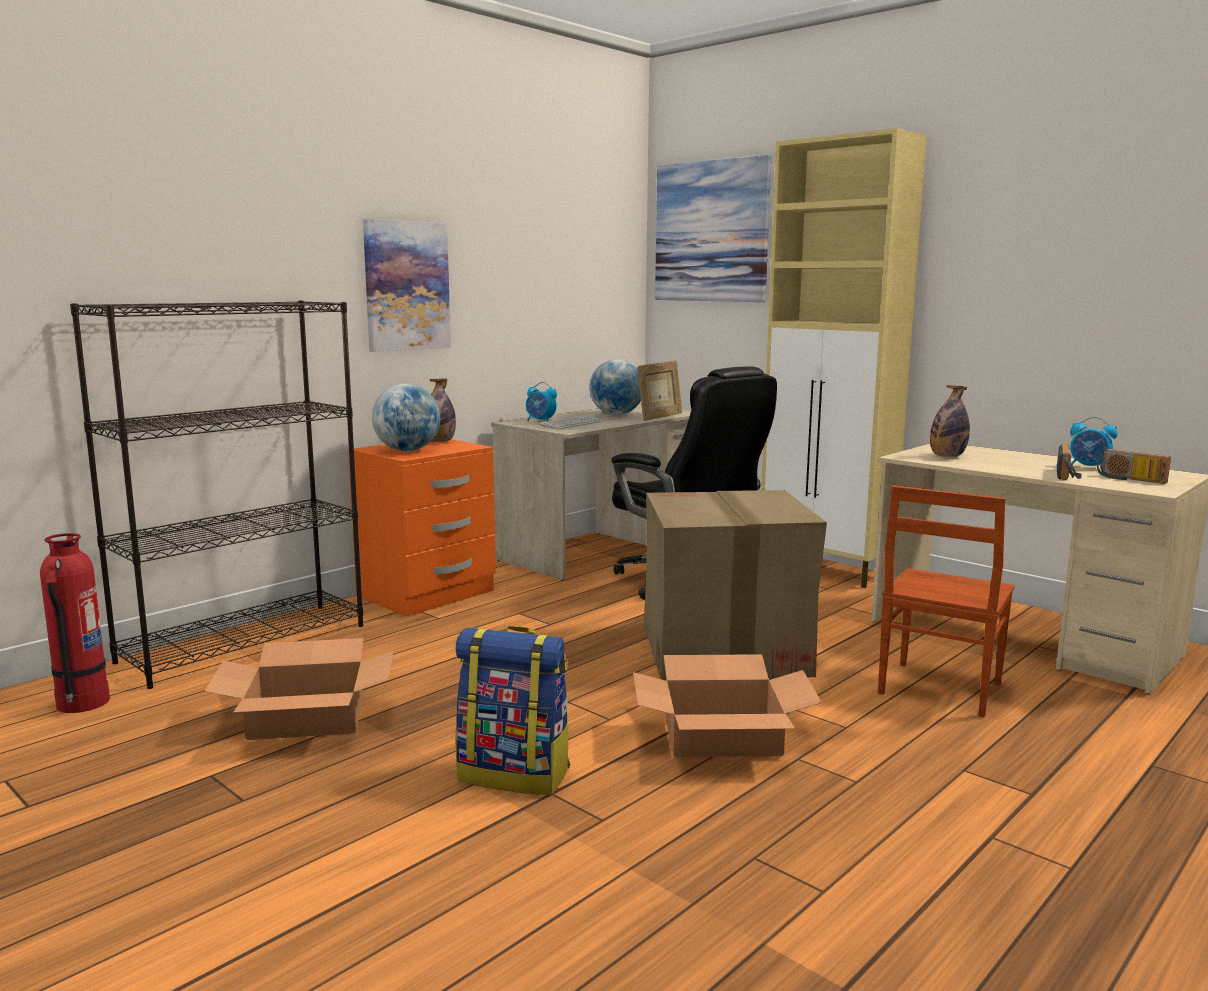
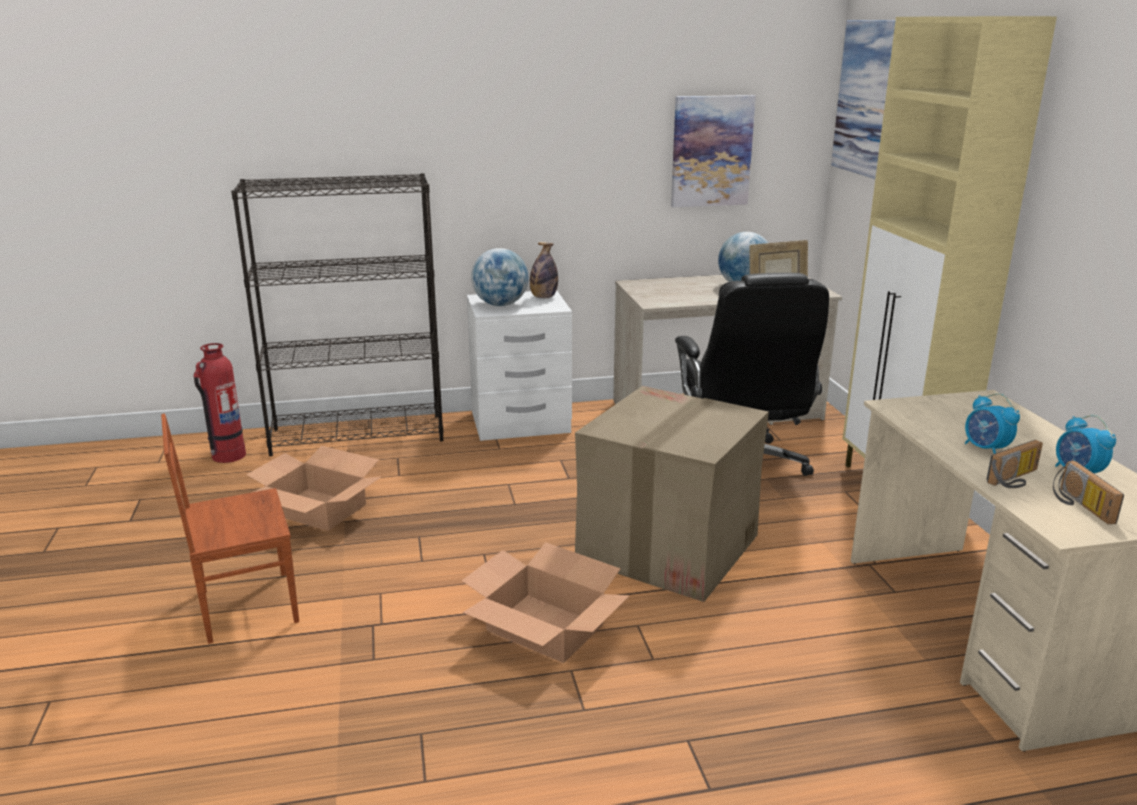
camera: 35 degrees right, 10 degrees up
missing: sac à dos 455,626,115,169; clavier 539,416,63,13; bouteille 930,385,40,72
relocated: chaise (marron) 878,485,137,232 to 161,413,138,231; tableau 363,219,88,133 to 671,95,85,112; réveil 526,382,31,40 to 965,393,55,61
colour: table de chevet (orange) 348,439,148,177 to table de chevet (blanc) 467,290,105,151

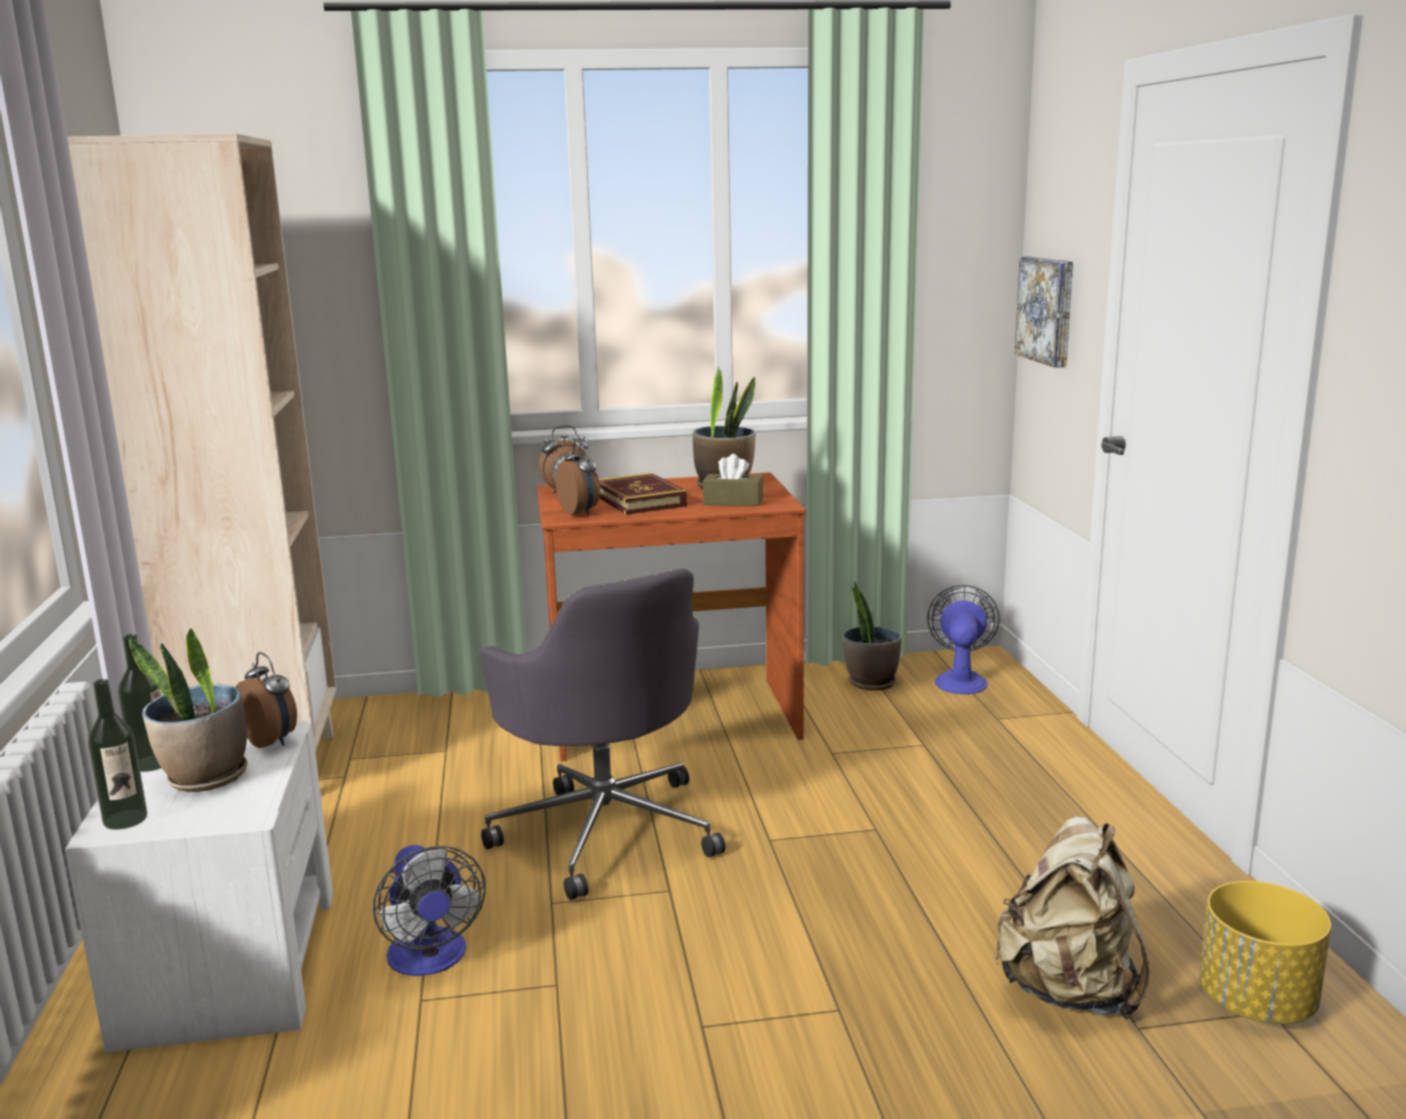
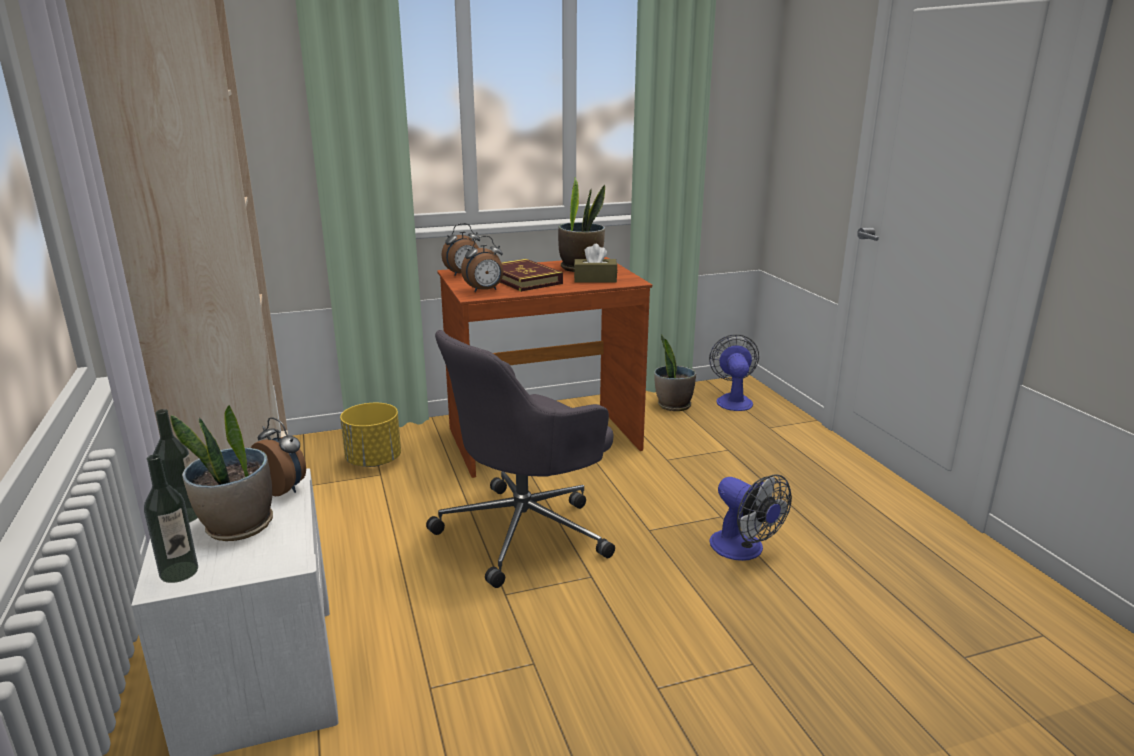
camera: 10 degrees left, 5 degrees up
missing: sac à dos (beige) 994,817,156,202; tableau 1015,256,58,112
relocated: cache-pot (jaune) 1199,881,132,143 to 340,403,61,64; ventilateur 373,845,113,131 to 709,474,83,87
spun: chaise de bureau (gris) 478,568,248,332 = 426,330,189,258 90 degrees clockwise; réveil 555,441,45,75 = 461,236,42,56 105 degrees clockwise

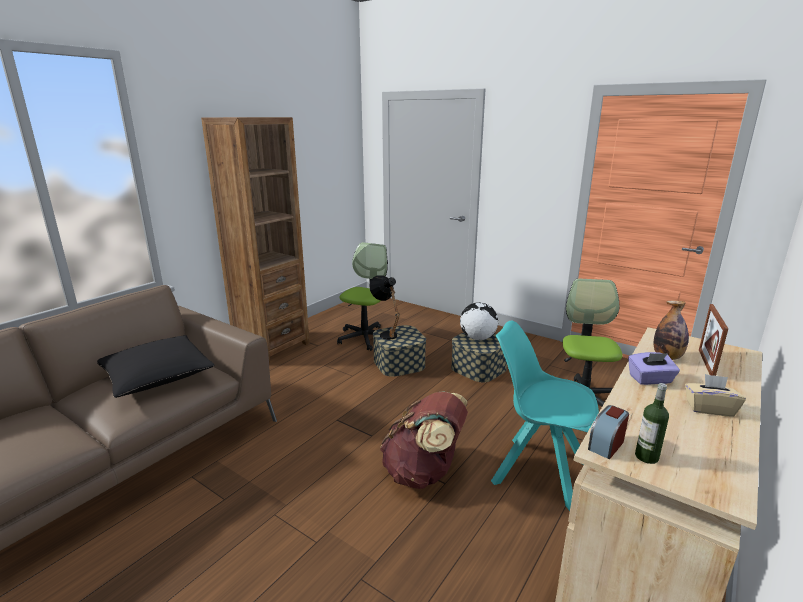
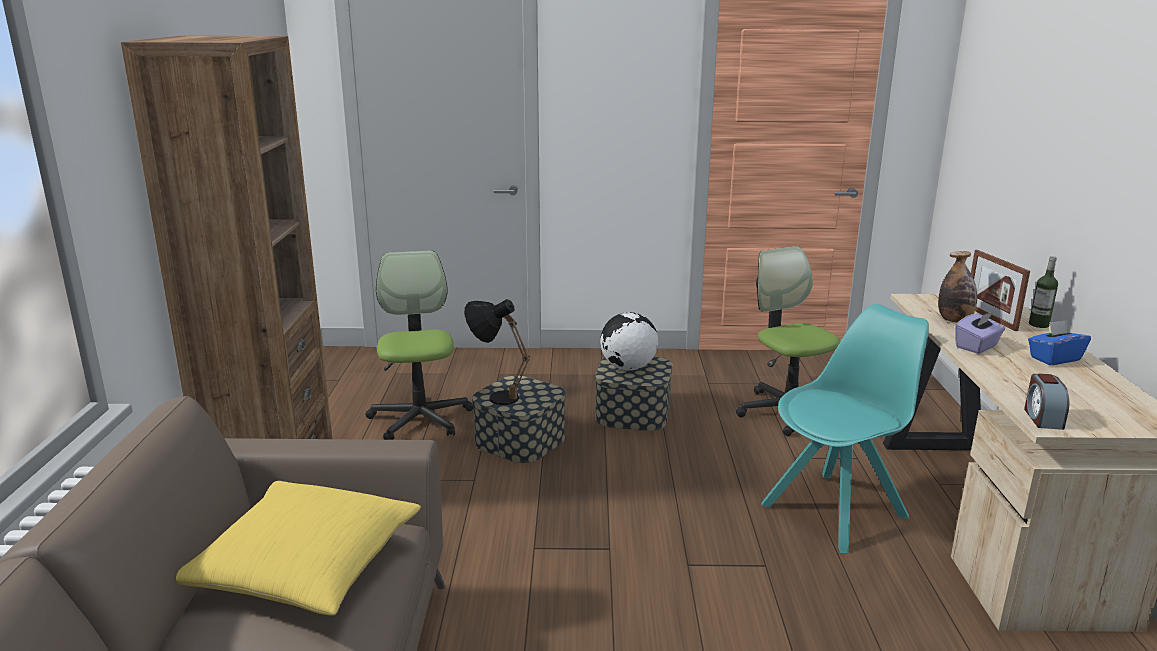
camera: 35 degrees left, 0 degrees up
missing: sac à dos (marron) 380,391,88,98
relocated: bouteille 635,383,34,81 to 1029,256,29,72
colour: coussin (noir) 97,335,118,63 to coussin (jaune) 176,481,245,135; boîte à mouchoirs (beige) 685,374,61,43 to boîte à mouchoirs (bleu) 1028,320,63,45
spun: chaise (turquoise) 491,321,108,190 = 761,304,168,249 150 degrees clockwise

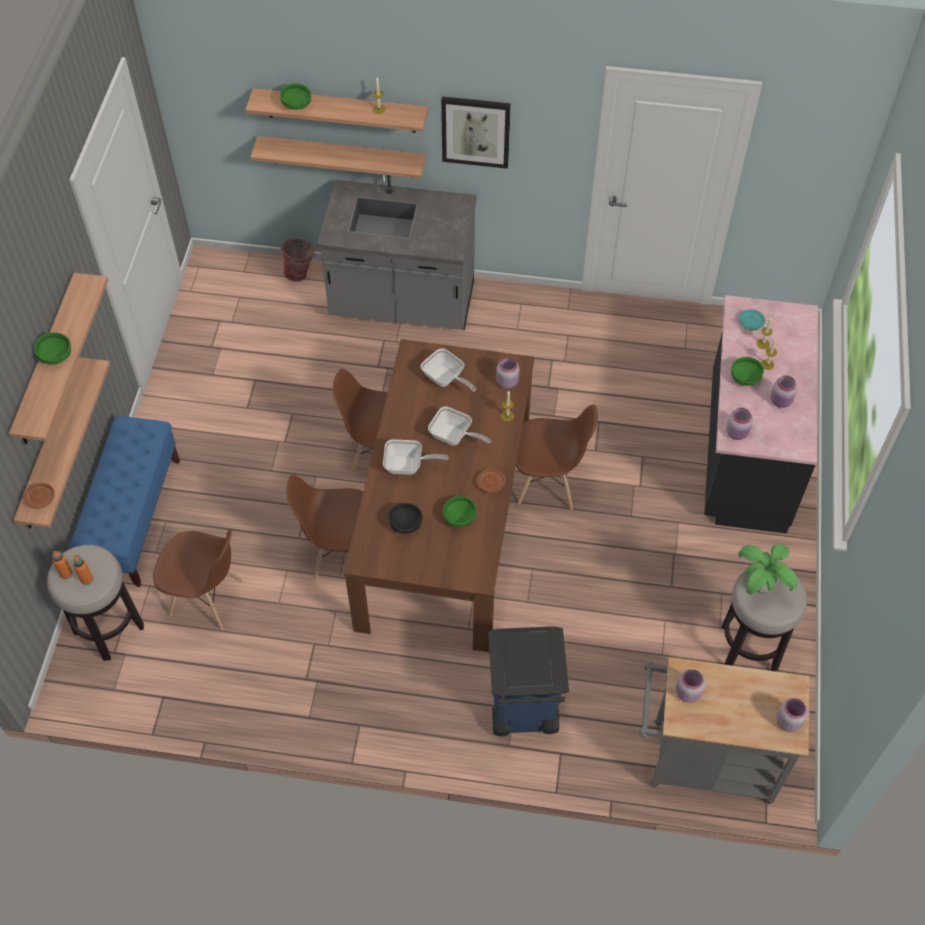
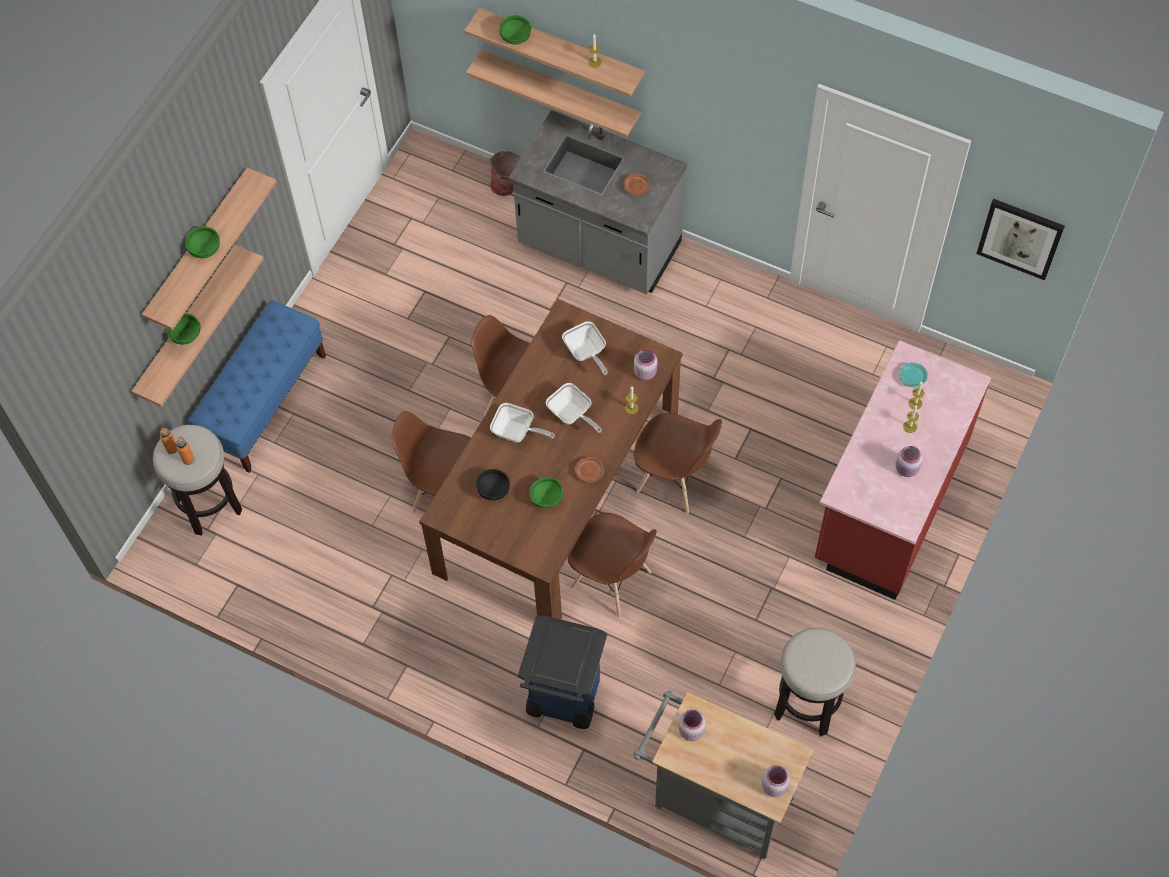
camera: 20 degrees right, 5 degrees up
missing: bocal (rose) 726,408,27,32; plante en pot 738,544,59,51
relocated: bol (vert) 731,357,33,29 to 167,313,34,32; chaise (marron) 153,529,90,102 to 568,513,89,104; assiette (marron) 23,483,32,26 to 624,174,26,22; tableau 441,96,70,73 to 976,199,89,81
colour: comptoir de cuisine (noir) 704,295,114,239 to comptoir de cuisine (rouge) 815,340,176,260

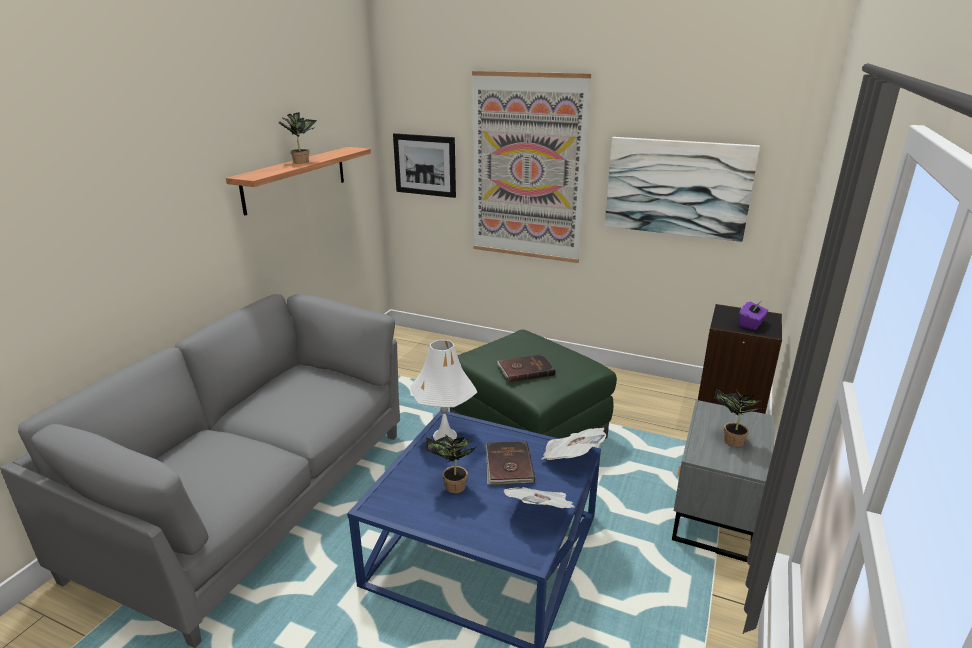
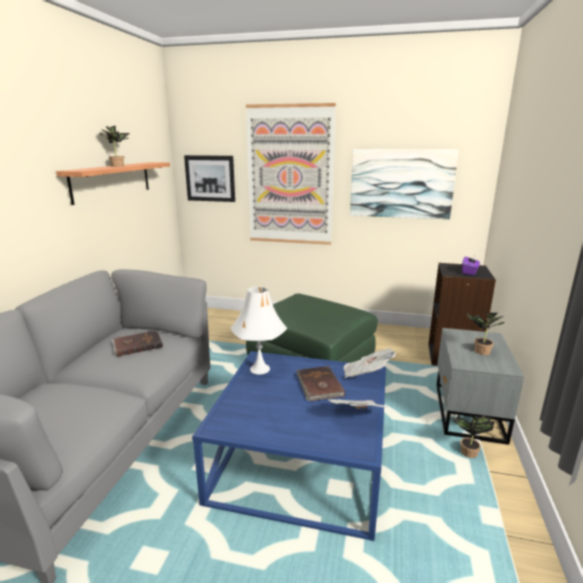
camera: 10 degrees left, 5 degrees down
relocated: livre (marron) 497,354,58,28 to 112,330,51,26; plante en pot 426,435,51,58 to 452,415,42,43

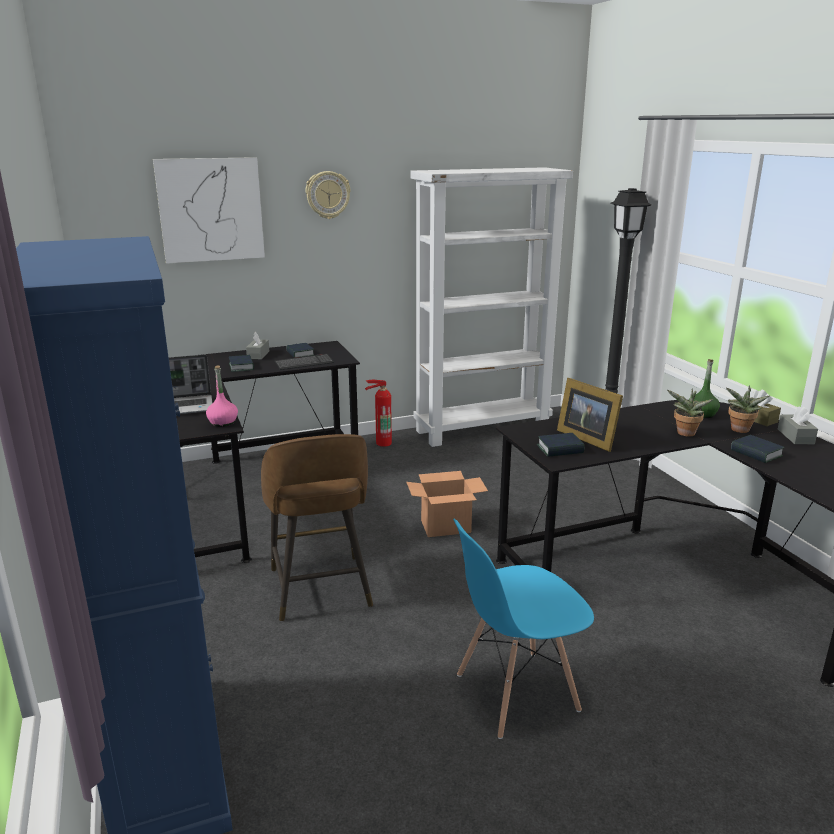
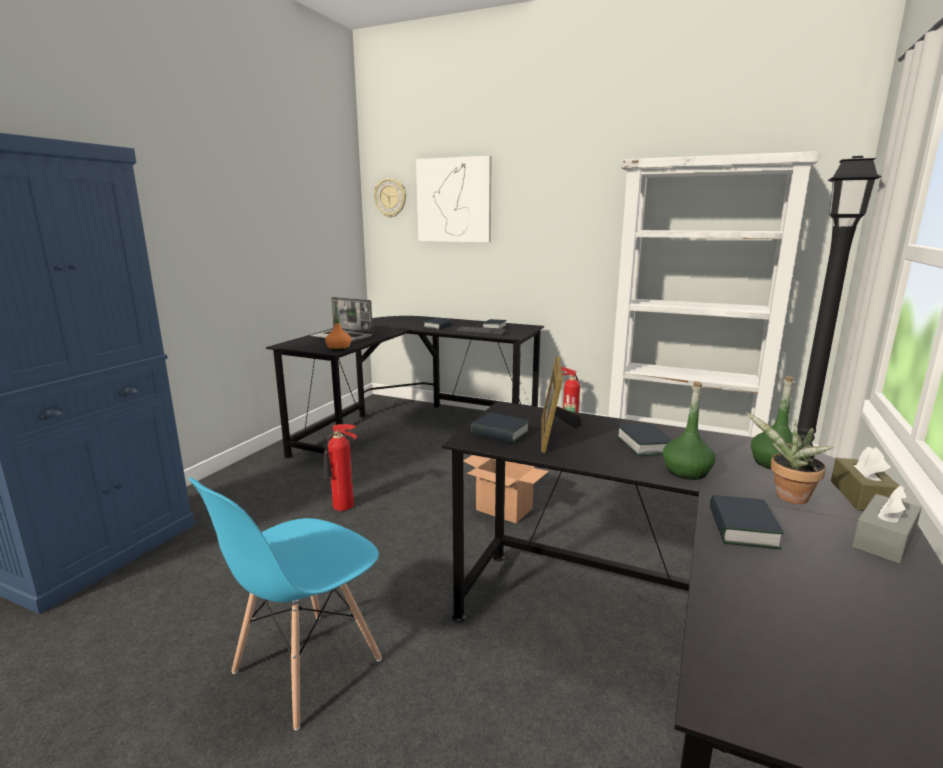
camera: 45 degrees right, 5 degrees down
missing: boîte à mouchoirs (gris) 246,332,23,27
appeared: livre 617,423,55,33
relocated: horloge murale 306,171,45,48 to 374,178,32,40
exchanged: tabouret (marron) 261,434,112,187 to extincteur 324,424,34,87; plante en pot 667,388,47,49 to bouteille (vert) 663,381,52,99
colour: bouteille (rose) 206,365,32,62 to bouteille (orange) 325,300,26,51
spun: chaise (bleu) 453,518,141,221 = 188,477,194,254 75 degrees counterclockwise

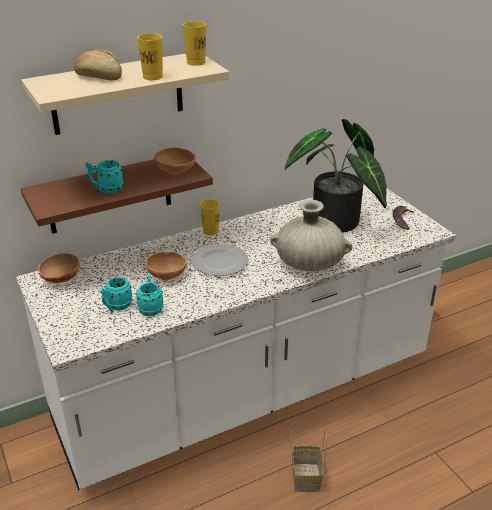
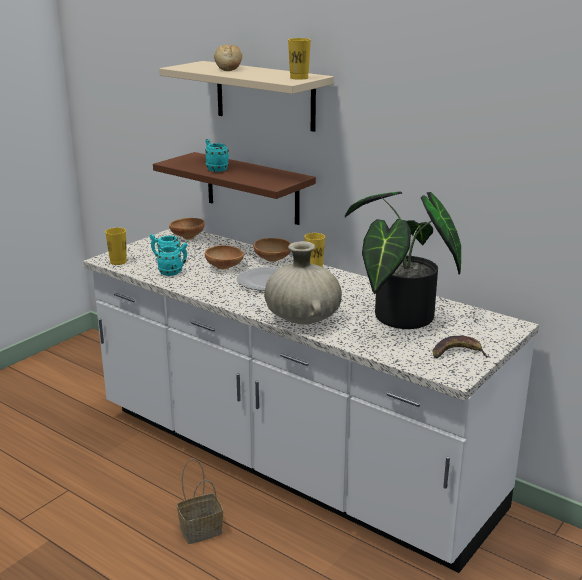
camera: 65 degrees right, 10 degrees down
relocated: tasse (jaune) 137,33,26,47 to 105,228,22,37; bol (marron) 154,148,42,27 to 253,238,38,23

